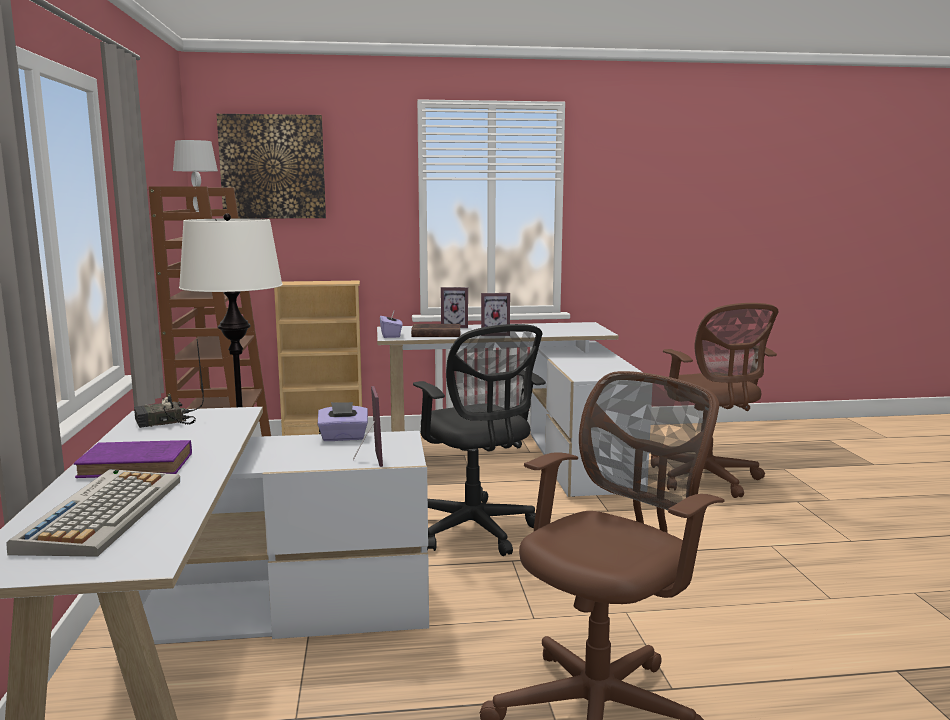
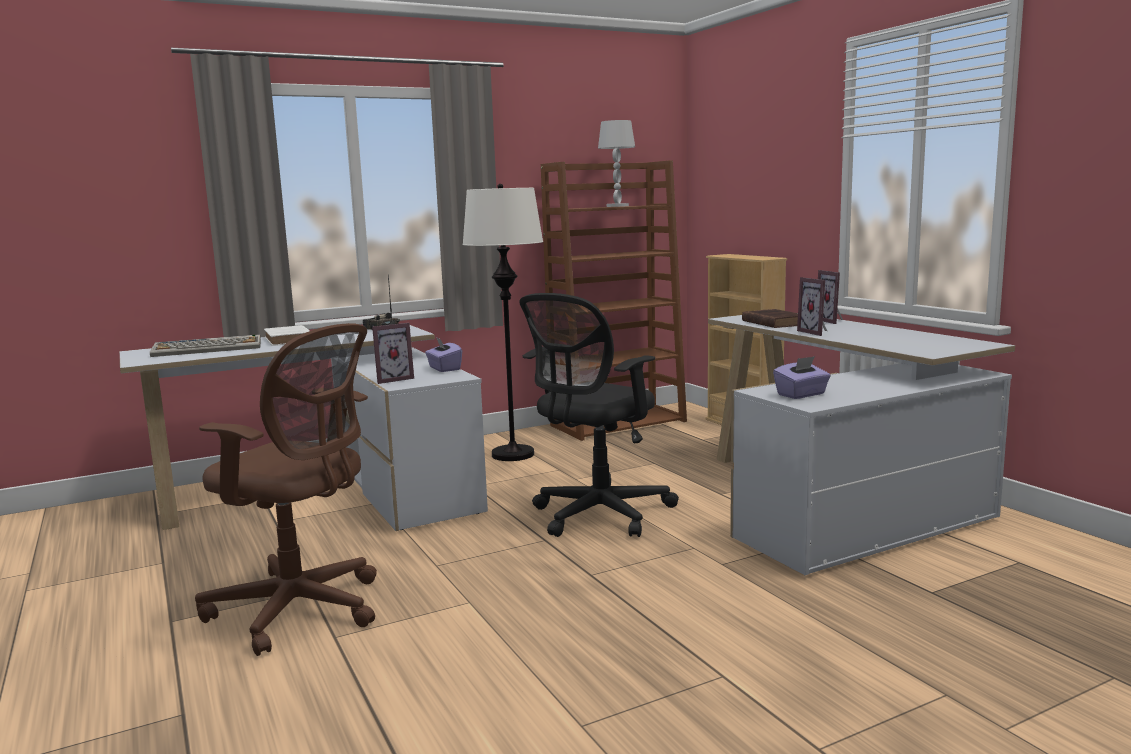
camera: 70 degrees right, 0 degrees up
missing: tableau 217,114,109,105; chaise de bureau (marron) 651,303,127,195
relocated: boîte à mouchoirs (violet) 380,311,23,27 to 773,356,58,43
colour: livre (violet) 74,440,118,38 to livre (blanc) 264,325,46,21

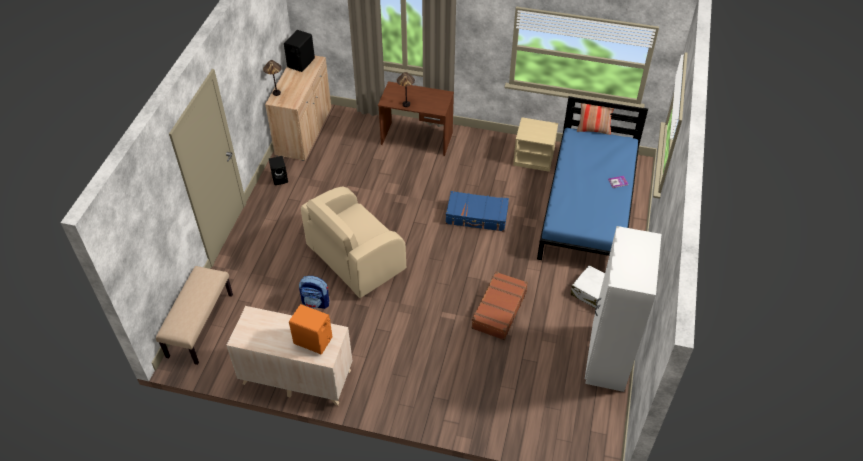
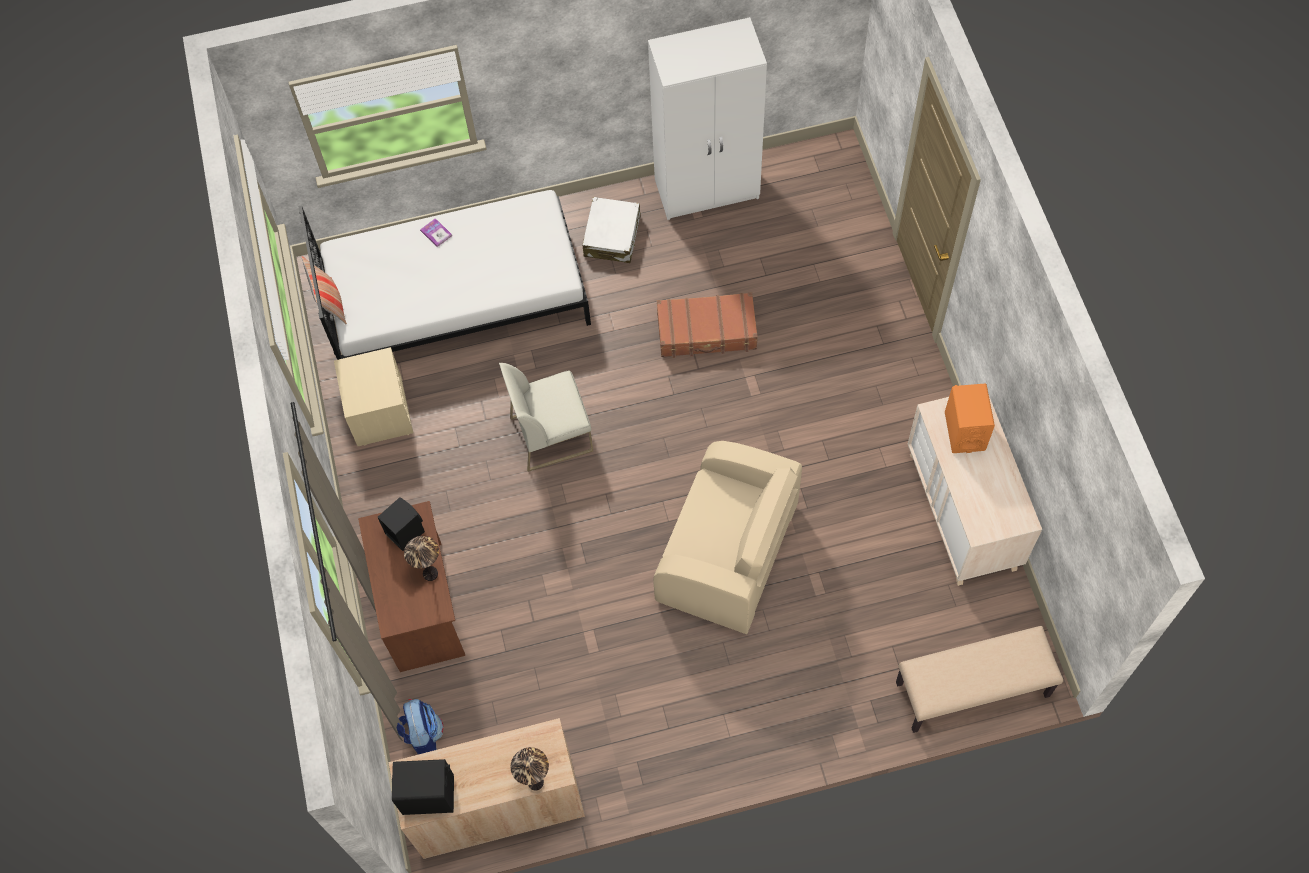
camera: 115 degrees left, 15 degrees up
relocated: enceinte (noir) 269,156,19,29 to 378,497,47,54; sac à dos 299,276,30,33 to 397,699,47,56
exchanged: valise (bleu) 446,191,63,41 to chaise (blanc) 499,363,94,109
colour: lit (bleu) 537,96,111,164 to lit (blanc) 298,190,293,170

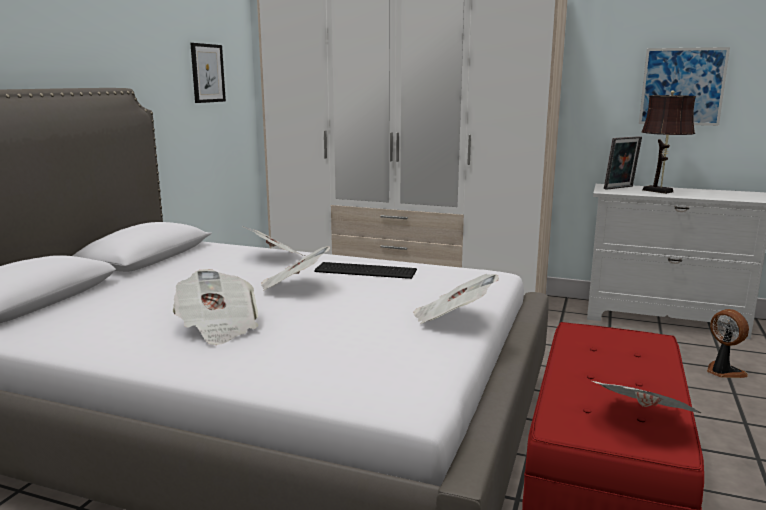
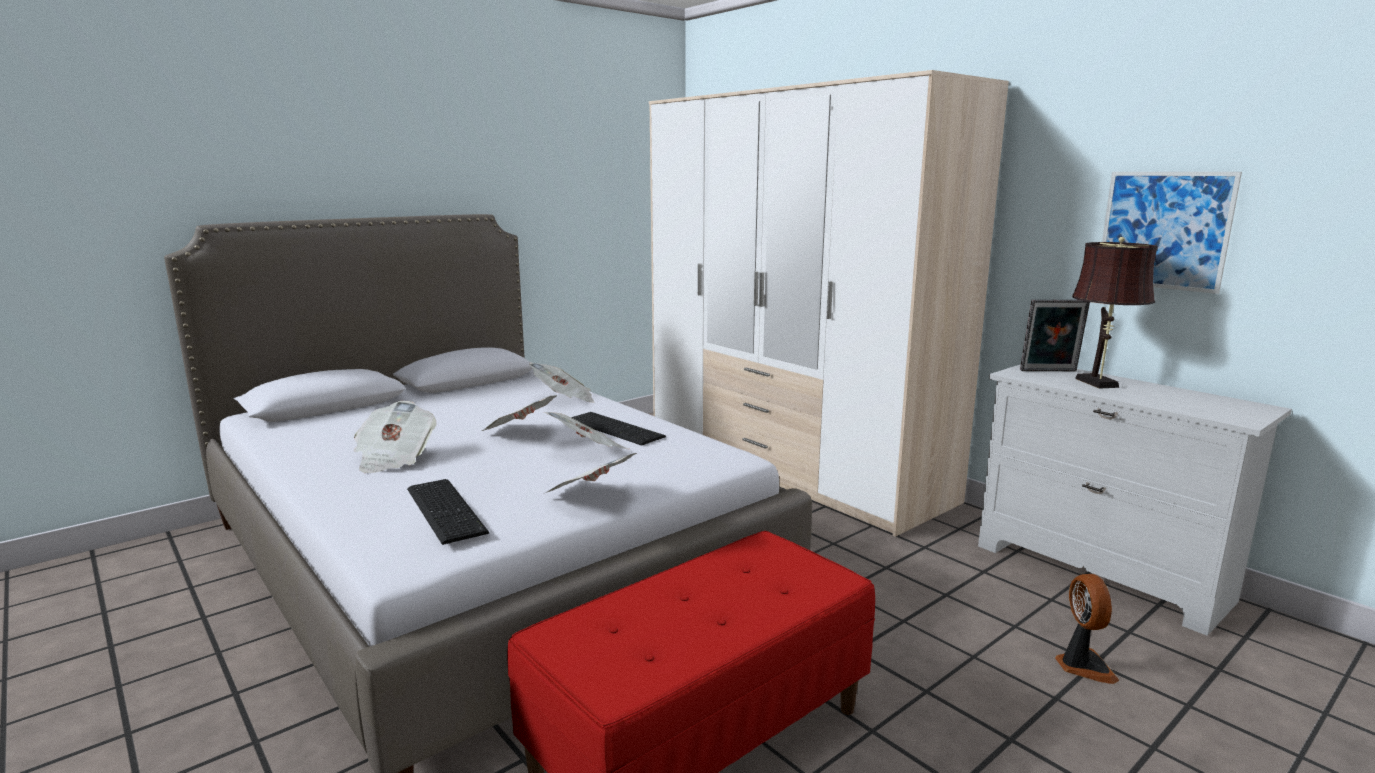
camera: 30 degrees right, 0 degrees up
missing: tableau 190,43,36,60
appeared: clavier 407,479,82,66
relocated: journal 592,381,109,32 to 544,412,84,37

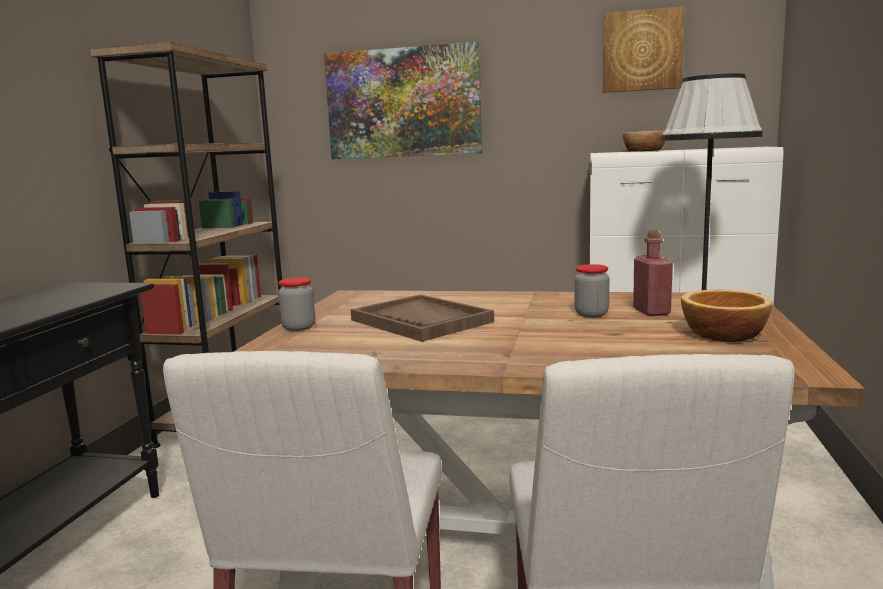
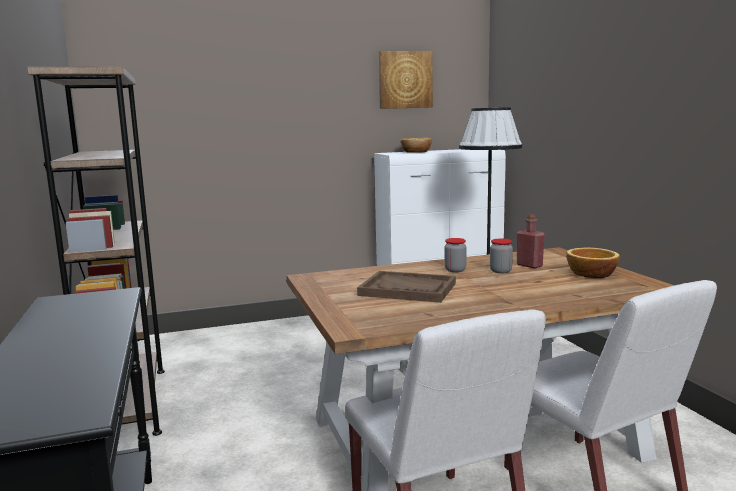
camera: 30 degrees left, 0 degrees up
missing: tableau 324,42,158,117
relocated: bocal 278,277,37,54 to 444,238,23,34

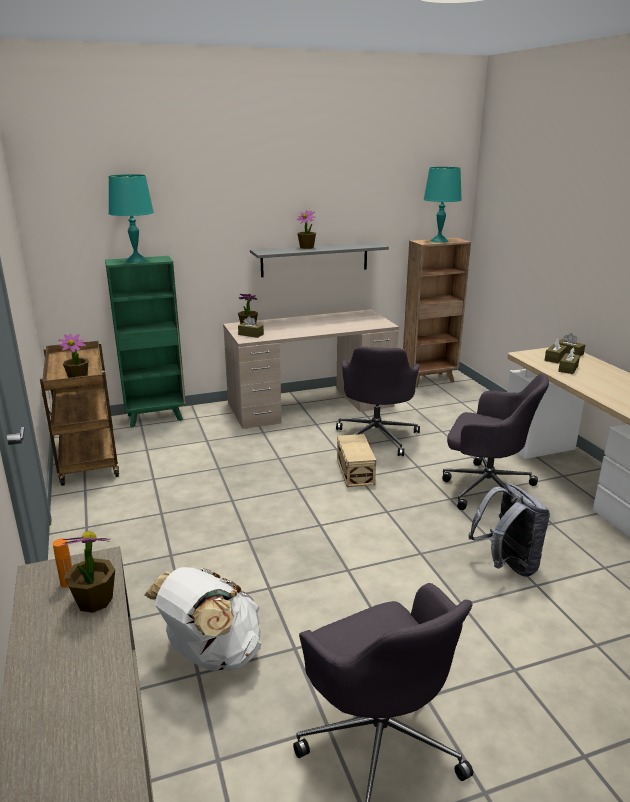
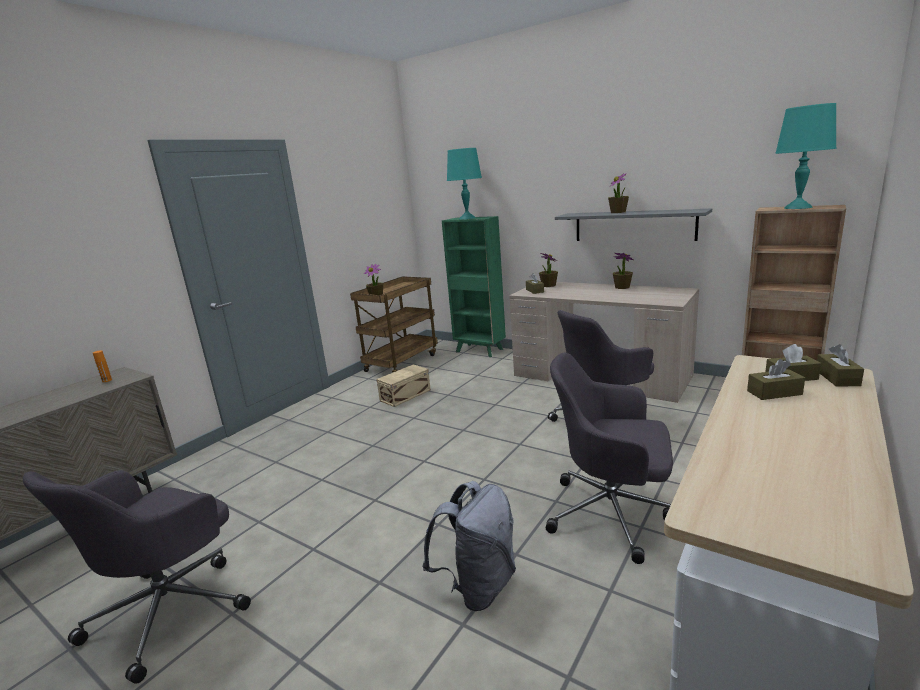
camera: 55 degrees right, 5 degrees down
missing: sac à dos (blanc) 144,567,117,104
relocated: boîte de rangement (beige) 337,434,39,53 to 376,364,55,43; plante en pot 61,531,54,82 to 613,253,21,36
spun: chaise de bureau (gris) 442,373,107,137 = 546,353,127,211 120 degrees clockwise

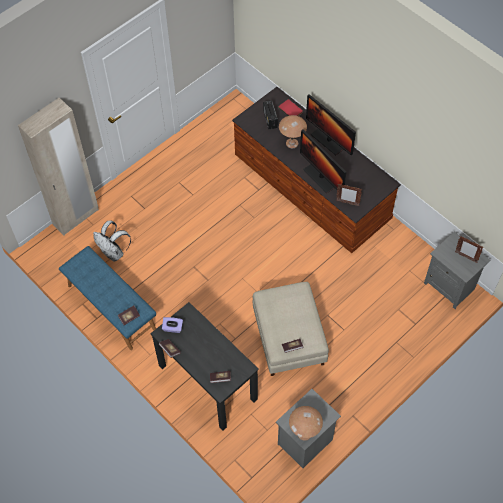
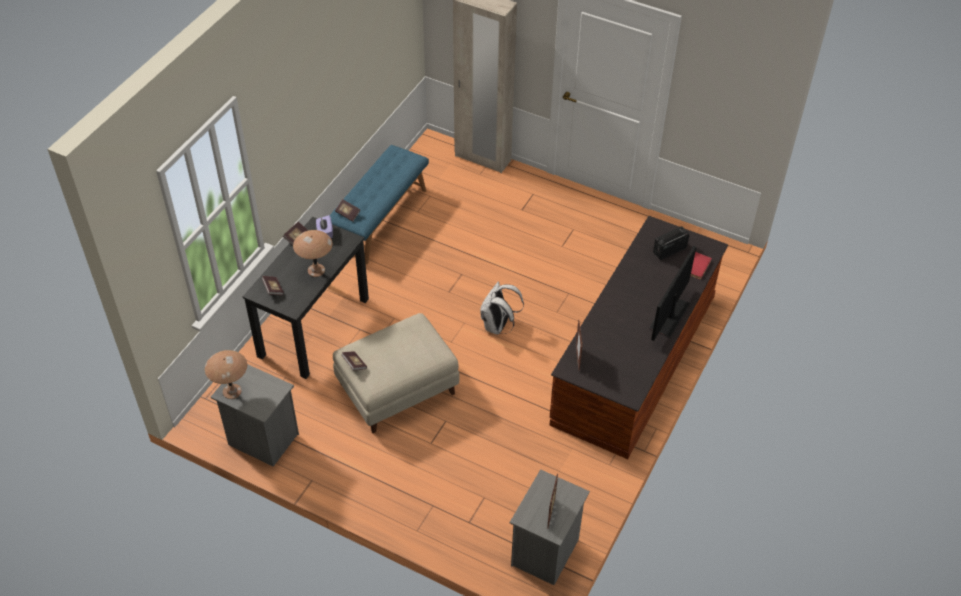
camera: 70 degrees right, 10 degrees down
missing: écran d'ordinateur 300,130,46,63
relocated: lampe de table (marron) 279,115,28,33 to 293,230,40,47; sac à dos (blanc) 93,220,38,42 to 480,282,44,53

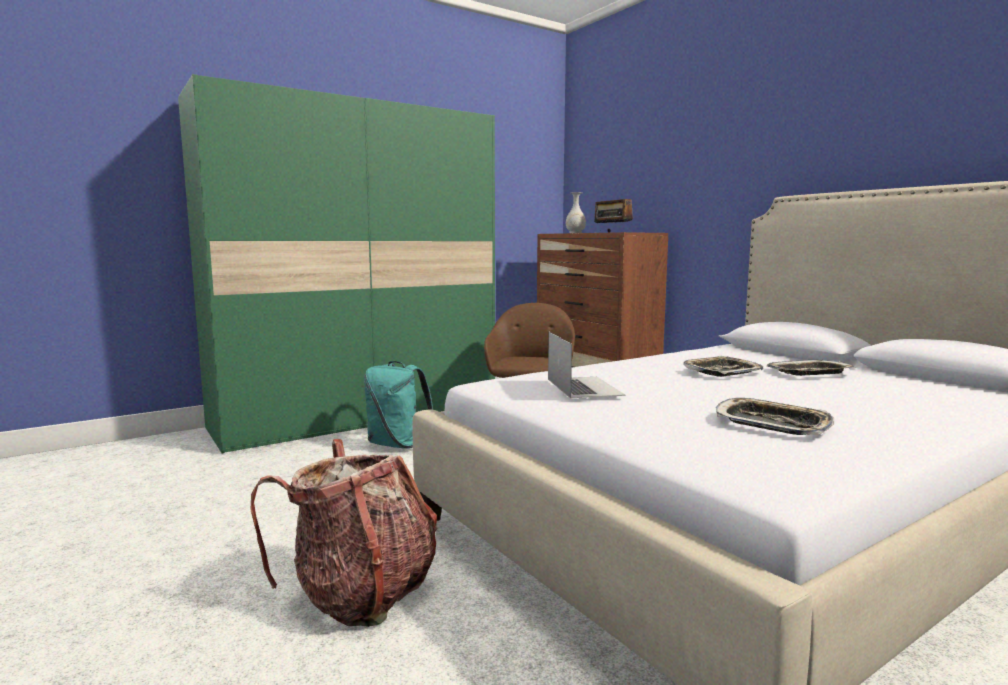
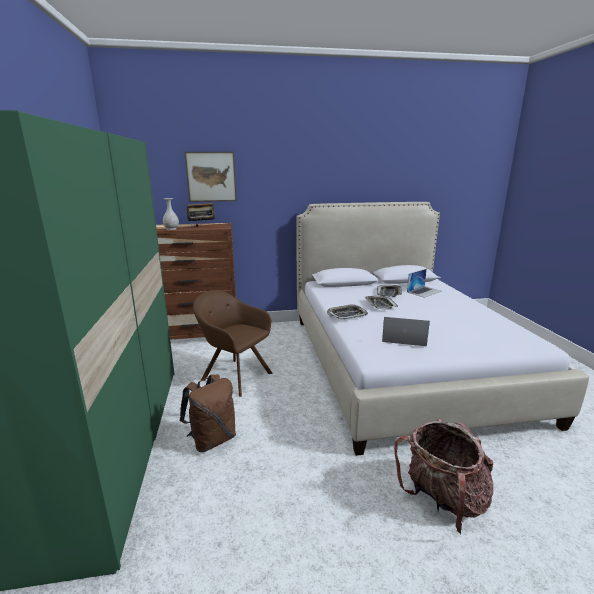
camera: 65 degrees left, 10 degrees up
appeared: tableau 184,152,53,50; ordinateur portable 407,269,35,29
relocated: plateau 716,398,118,37 to 327,304,41,16
colour: sac à dos (turquoise) 364,361,69,87 to sac à dos (marron) 180,374,56,78

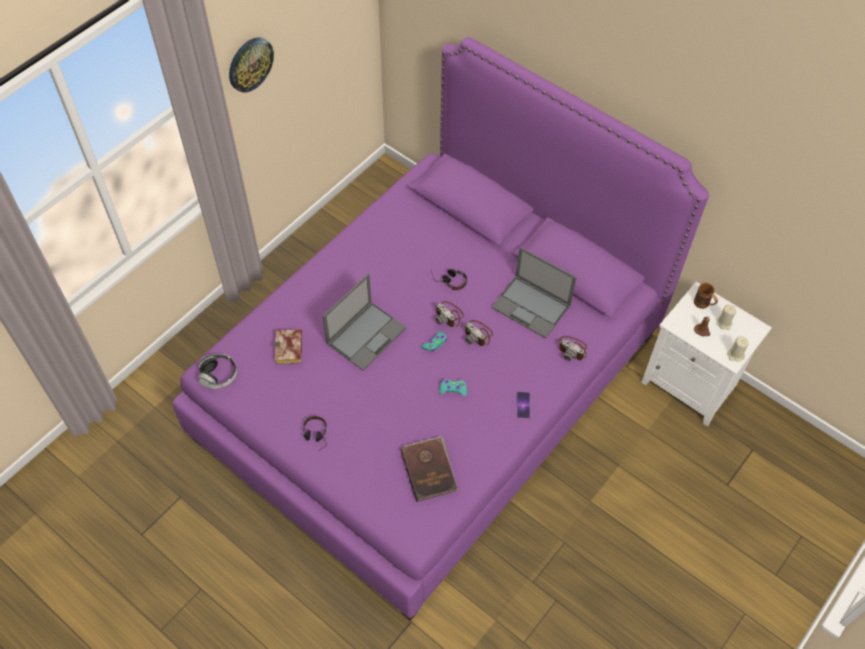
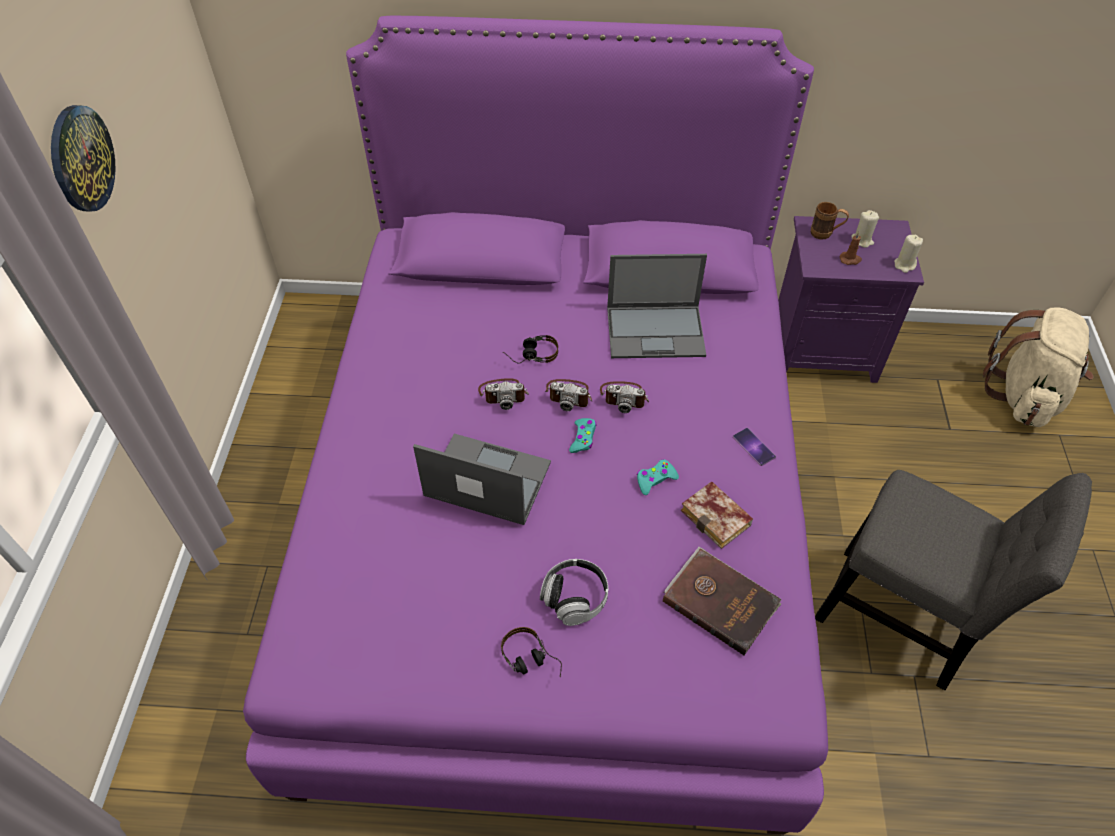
camera: 35 degrees left, 5 degrees down
appeared: chaise (gris) 815,470,277,220; sac à dos (beige) 983,307,111,120
relocated: appareil photo 558,336,29,25 to 478,378,51,32; casque audio 198,354,39,35 to 540,559,68,67; livre 274,329,28,35 to 681,481,72,68
colour: table de chevet (blanc) 641,282,131,144 to table de chevet (violet) 778,216,146,167
spun: ordinateur portable 323,274,84,97 = 413,434,138,91 75 degrees counterclockwise

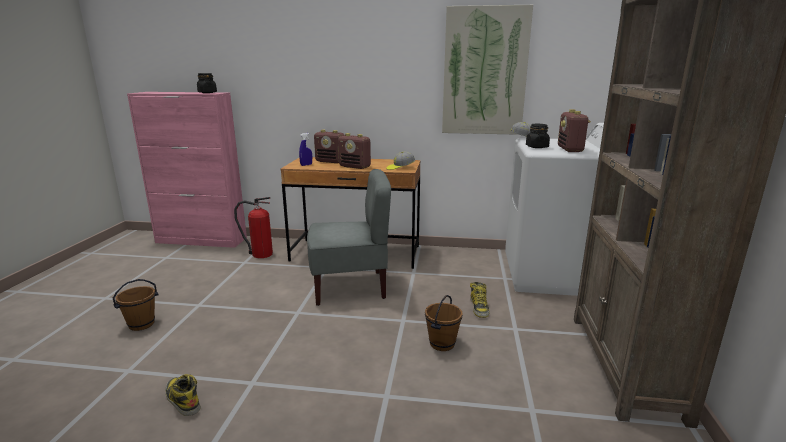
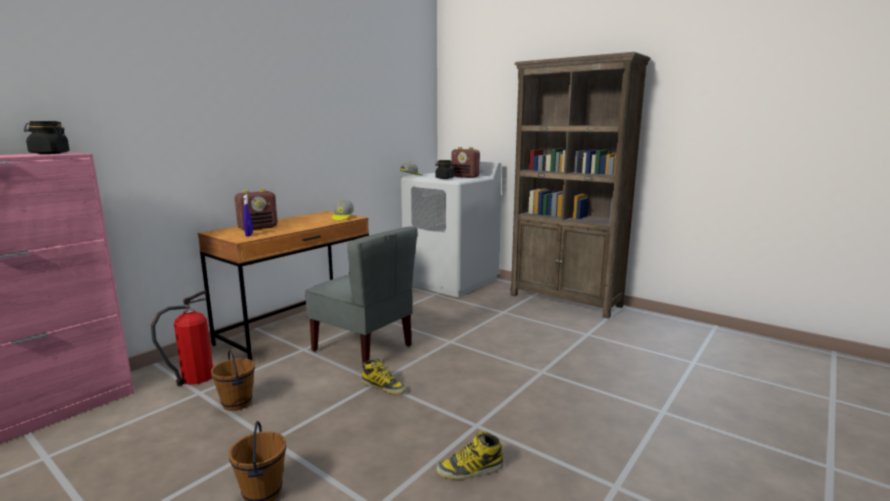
camera: 60 degrees left, 5 degrees down
missing: radio 338,133,33,36; tableau 442,5,91,130
relocated: seau (marron) 425,295,38,56 to 211,349,44,62; botte 470,282,19,36 to 361,358,46,36
spun: chaise (gris) 307,169,84,137 = 306,226,112,139 105 degrees clockwise

